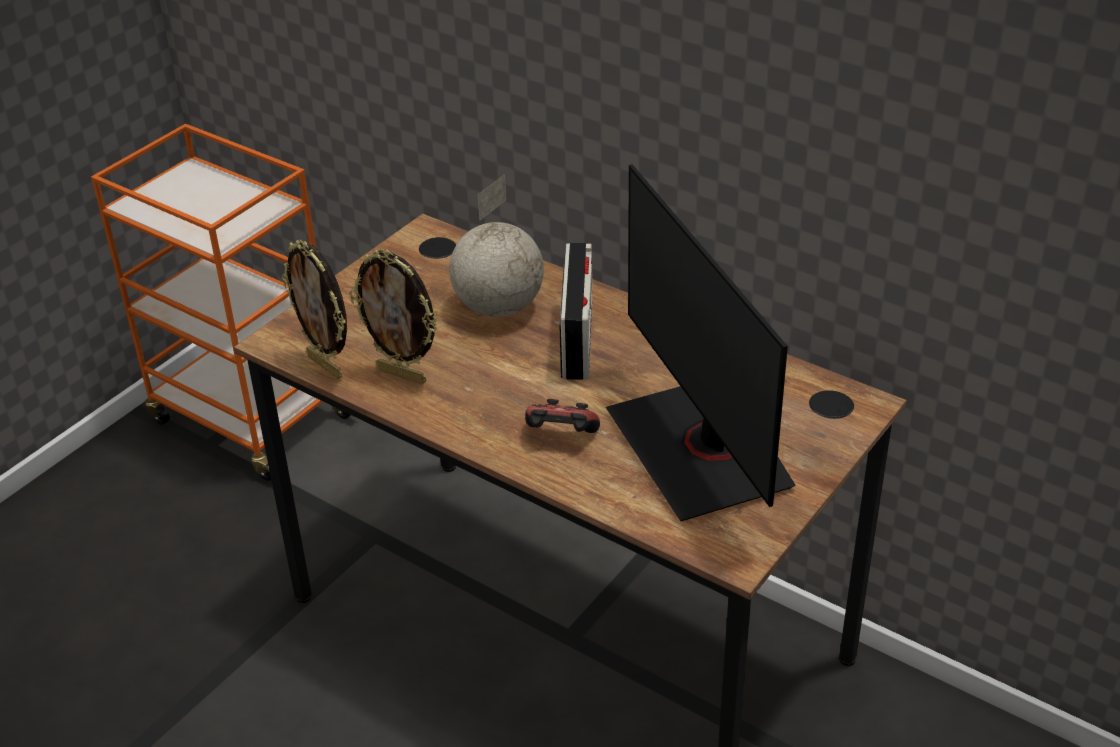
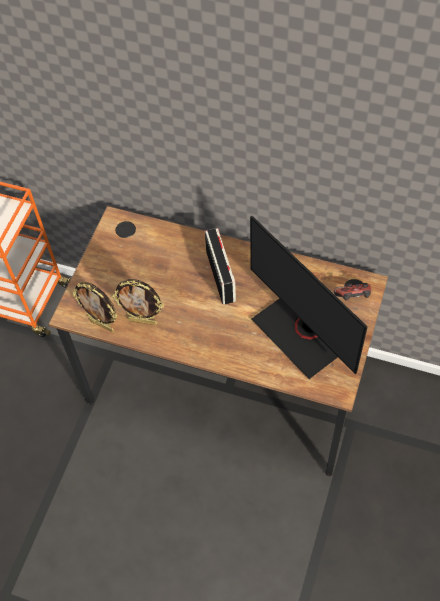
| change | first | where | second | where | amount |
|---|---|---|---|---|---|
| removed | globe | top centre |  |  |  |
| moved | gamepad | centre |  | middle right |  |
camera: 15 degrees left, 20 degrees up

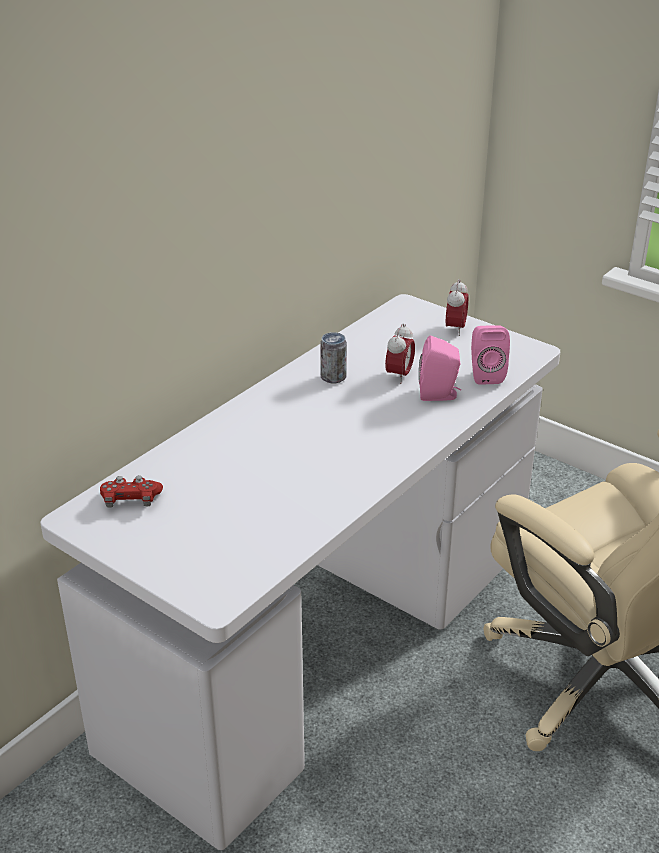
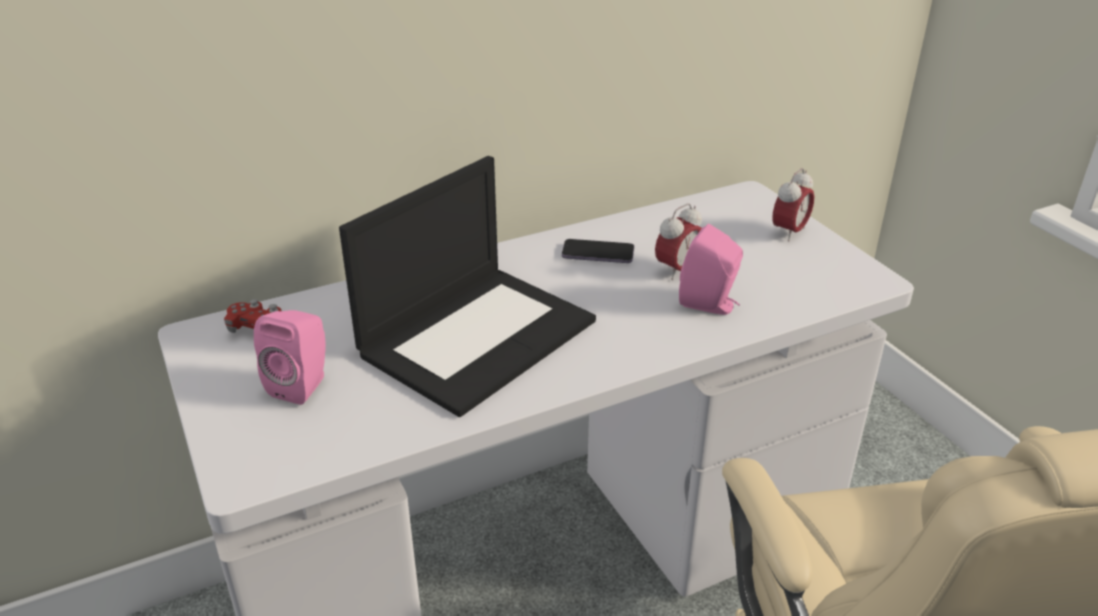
| change | first | where | second | where | amount |
|---|---|---|---|---|---|
| moved | pink audio speaker (2nd from left in the first image) | middle right | pink audio speaker (1st from left) | middle left |  |
| replaced | can | centre | phone | centre |  |
| added |  |  | laptop | centre |  |
camera: 25 degrees right, 0 degrees up

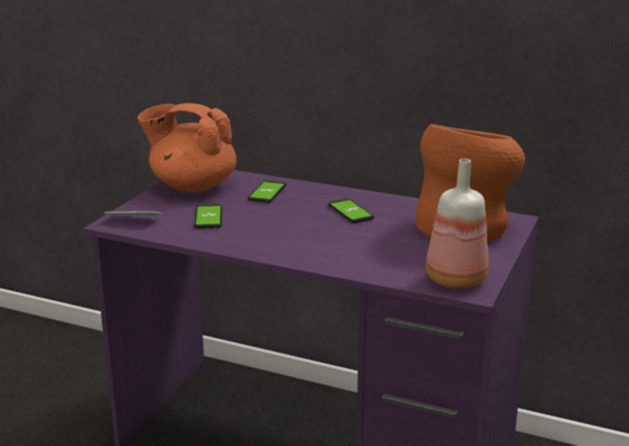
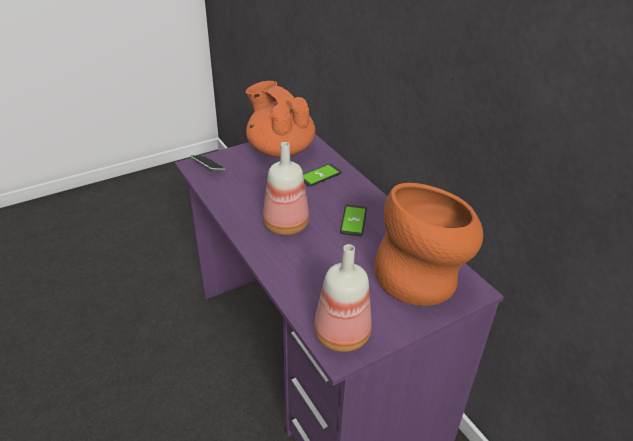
| change | first | where | second | where | amount |
|---|---|---|---|---|---|
| removed | phone (2nd from left) | middle left |  |  |  |
| added |  |  | bottle (1st from left) | centre |  |
camera: 35 degrees right, 15 degrees up

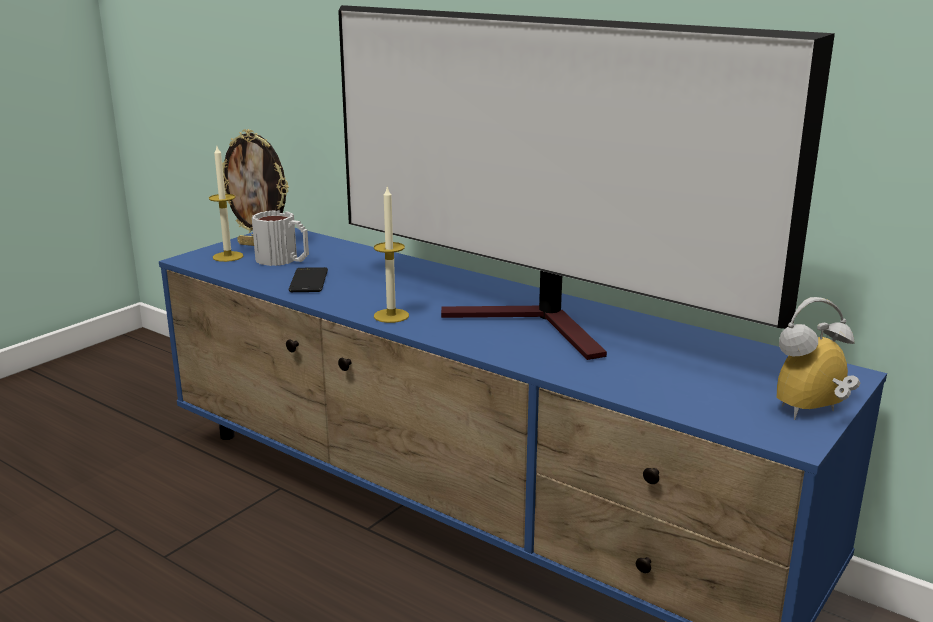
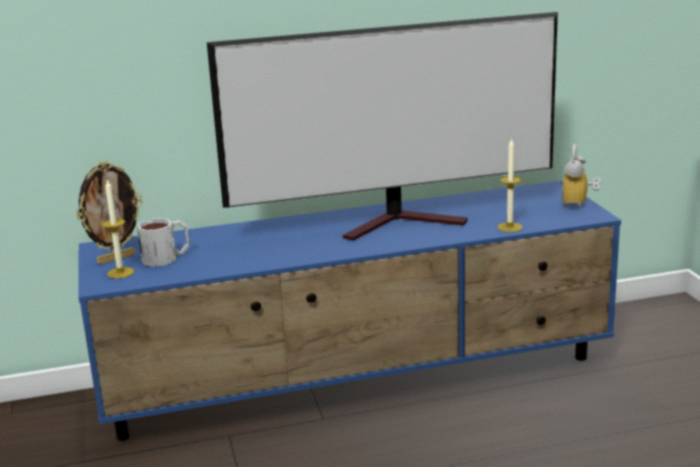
| change | first | where | second | where | amount |
|---|---|---|---|---|---|
| moved | wax light (2nd from left) | centre |  | middle right |  |
| removed | phone | middle left |  |  |  |
camera: 50 degrees left, 0 degrees up

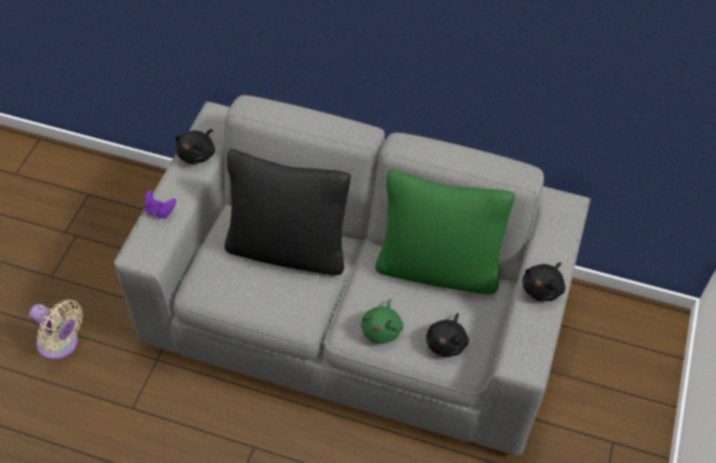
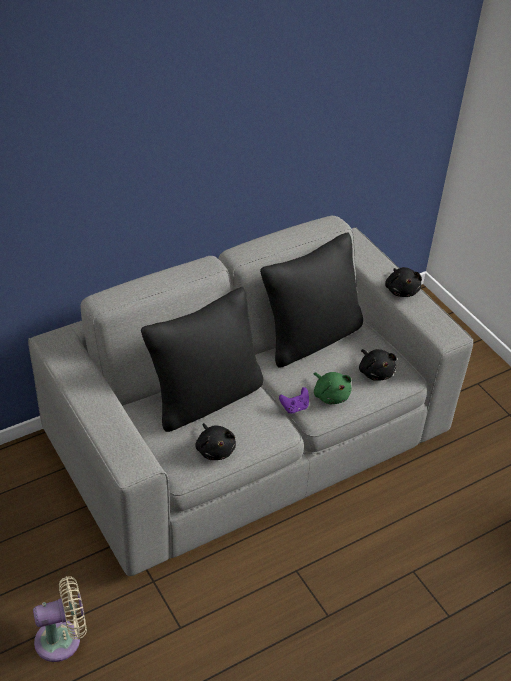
| change | first | where | second | where | amount |
|---|---|---|---|---|---|
| moved | blackish cuddly toy (1st from left) | top left |  | centre |  |
| recoloured | green throw pillow | centre | blackish throw pillow (2nd from left) | centre |  |
| moved | purple gamepad | middle left |  | centre |  |
camera: 50 degrees left, 10 degrees down

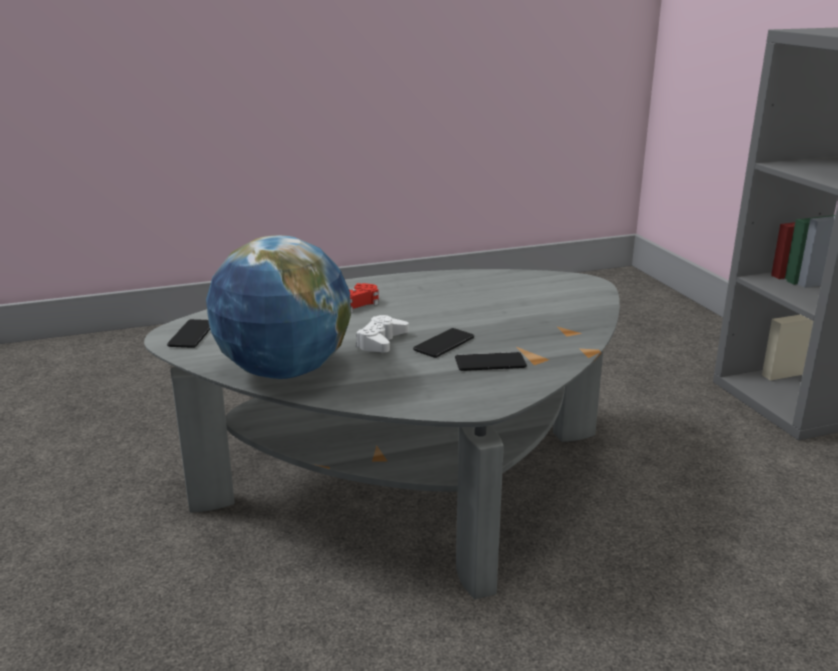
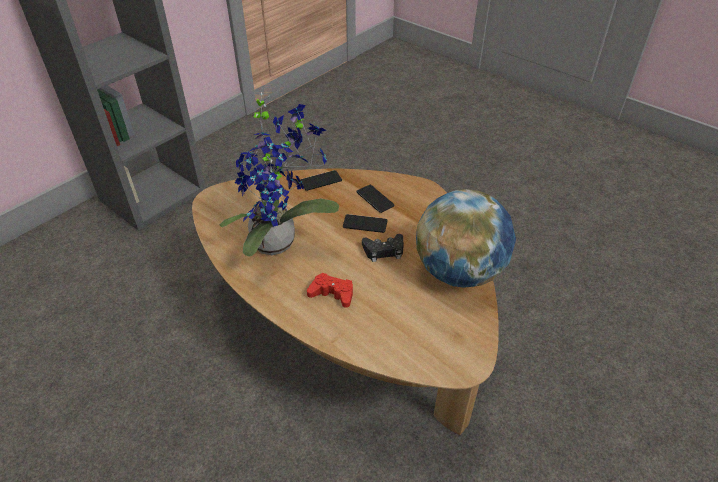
| change | first | where | second | where | amount |
|---|---|---|---|---|---|
| recoloured | gray coffee table | centre | brownish coffee table | centre |  |
| recoloured | whitish gamepad | centre | blackish gamepad | centre |  |
| moved | phone (1st from left) | middle left |  | centre |  |
| added |  |  | potted plant | centre |  |
camera: 120 degrees left, 20 degrees up

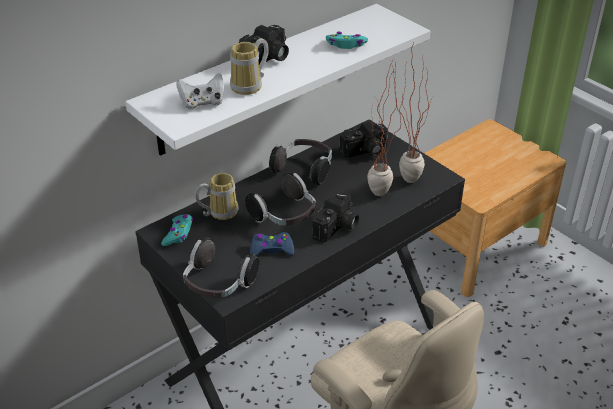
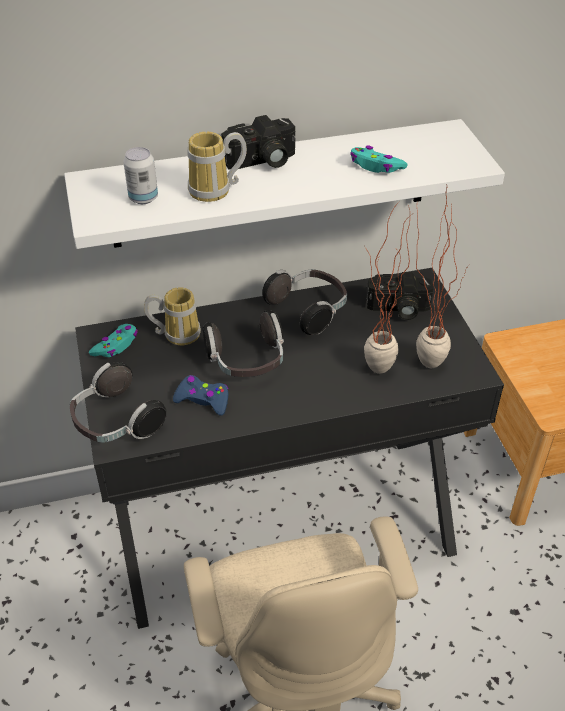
| change | first | where | second | where | amount |
|---|---|---|---|---|---|
| replaced | whitish gamepad | top left | can | top left |  |
| removed | photo camera (2nd from left) | centre |  |  |  |
camera: 25 degrees right, 5 degrees up

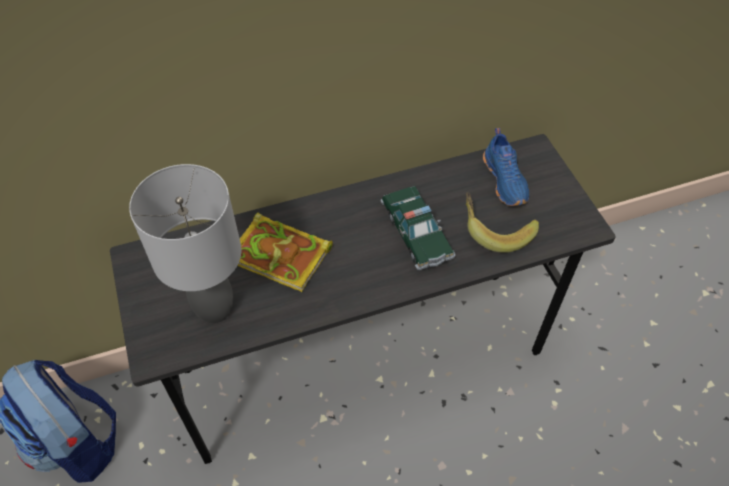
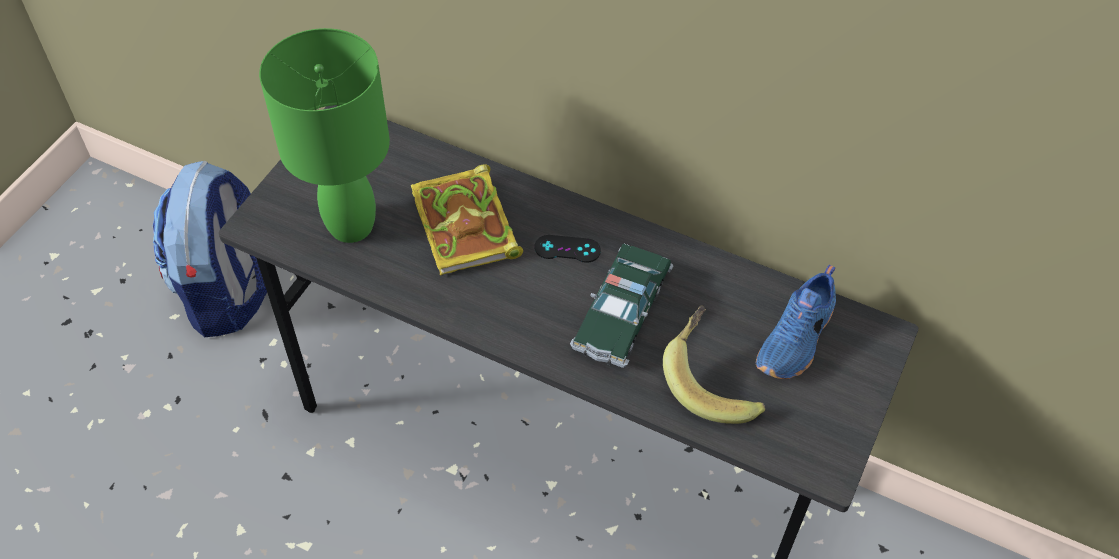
| change | first | where | second | where | amount |
|---|---|---|---|---|---|
| recoloured | gray tabletop lamp | middle left | green tabletop lamp | top left |  |
| added |  |  | blackish gamepad | centre |  |
camera: 45 degrees right, 0 degrees up

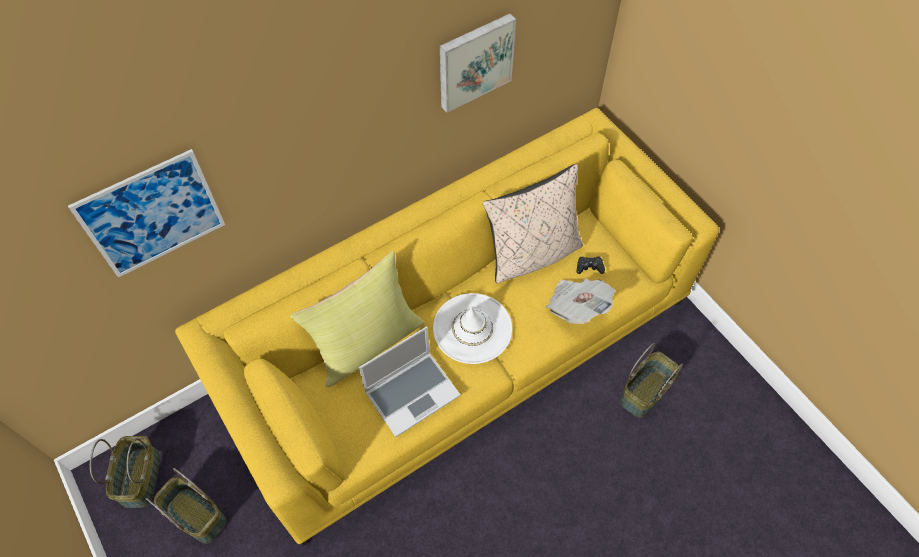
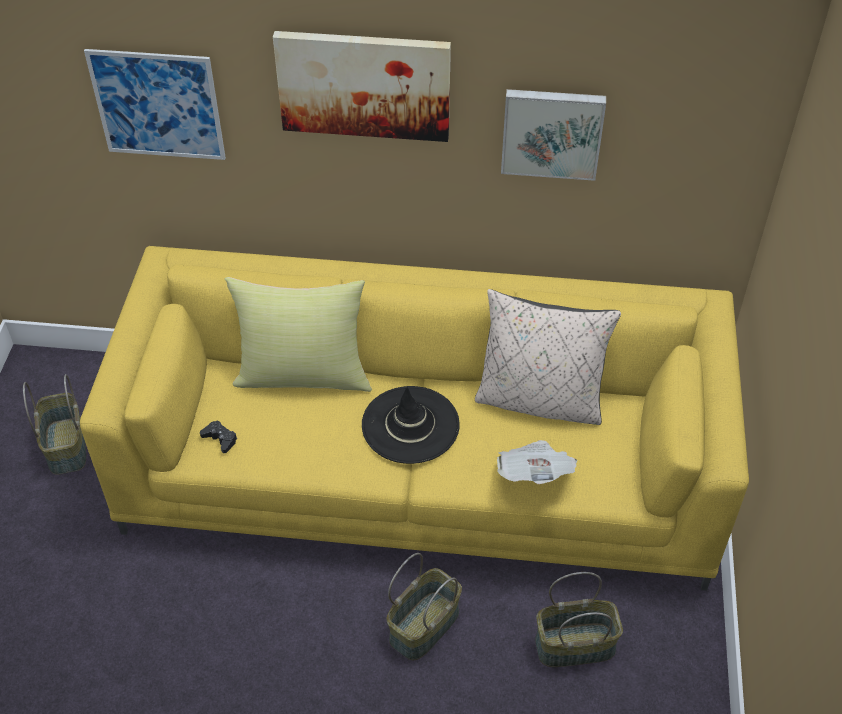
| change | first | where | second | where | amount |
|---|---|---|---|---|---|
| moved | blackish gamepad | centre |  | middle left |  |
| recoloured | whitish hat | centre | blackish hat | centre |  |
| removed | laptop | bottom centre |  |  |  |
| moved | storage basket (1st from left in the first image) | bottom left | storage basket (2nd from left) | bottom centre |  |
| added |  |  | wall art (2nd from left) | top centre |  |
camera: 40 degrees right, 10 degrees down

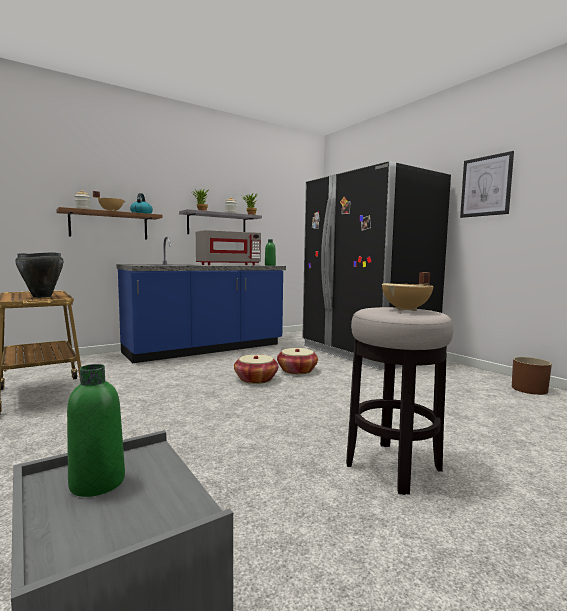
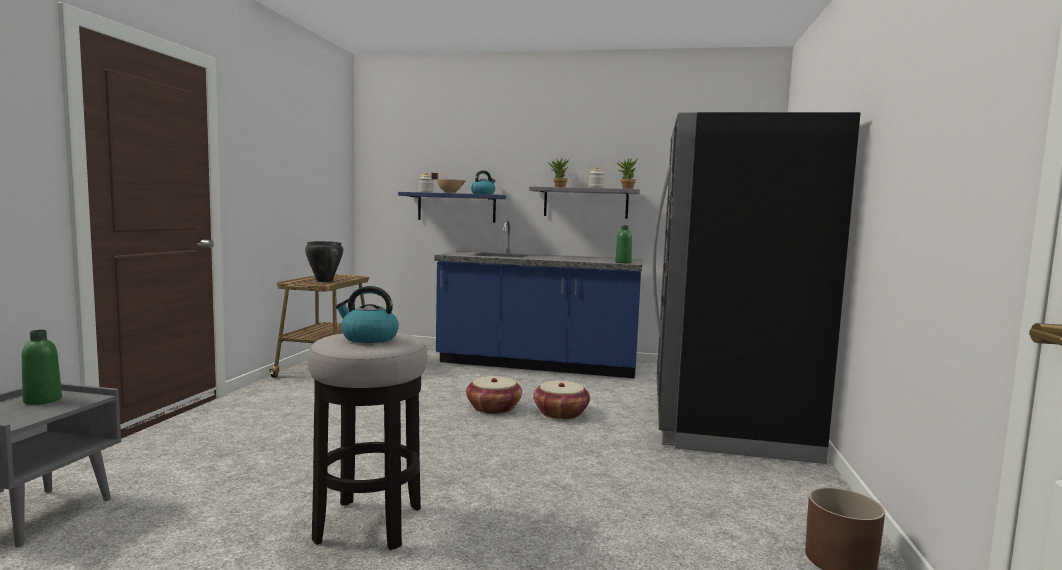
| change | first | where | second | where | amount |
|---|---|---|---|---|---|
| removed | wall art | top right |  |  |  |
| recoloured | brownish wall shelf | middle left | blue-coloured wall shelf | centre |  |
| removed | gray microwave oven | centre |  |  |  |
| replaced | beige-coloured cooking pot (2nd from left) | middle right | tea kettle (1st from left) | centre |  |
camera: 45 degrees right, 0 degrees up

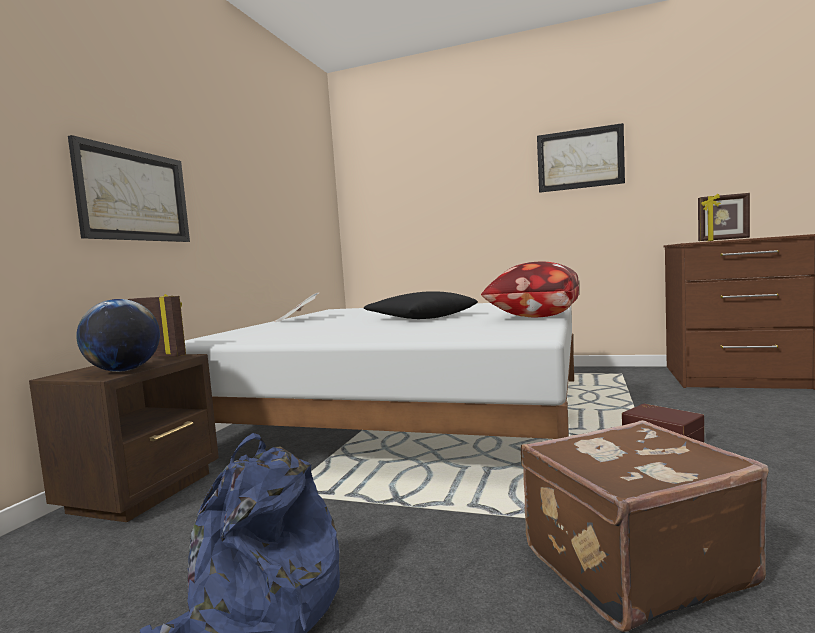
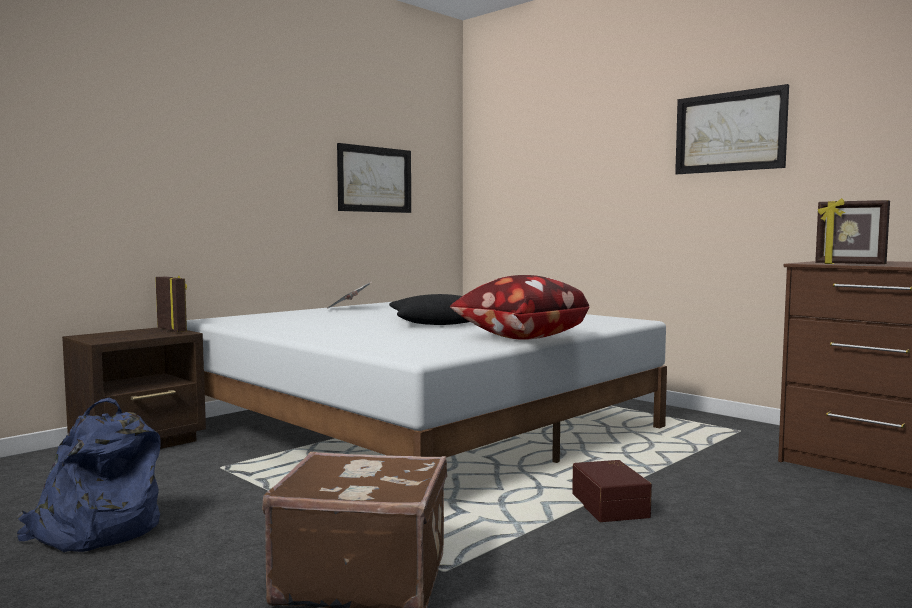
| change | first | where | second | where | amount |
|---|---|---|---|---|---|
| moved | wall art (1st from left) | top left |  | top centre |  |
| removed | globe | middle left |  |  |  |
camera: 25 degrees right, 0 degrees up

